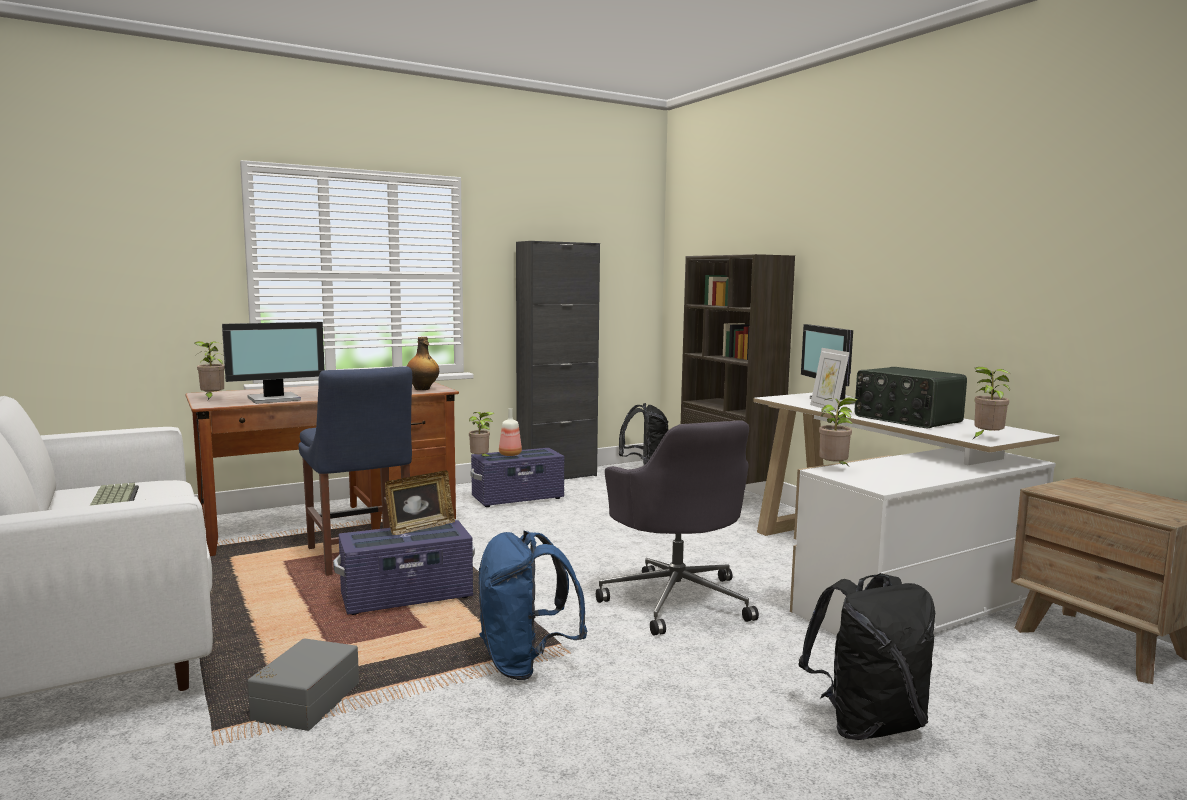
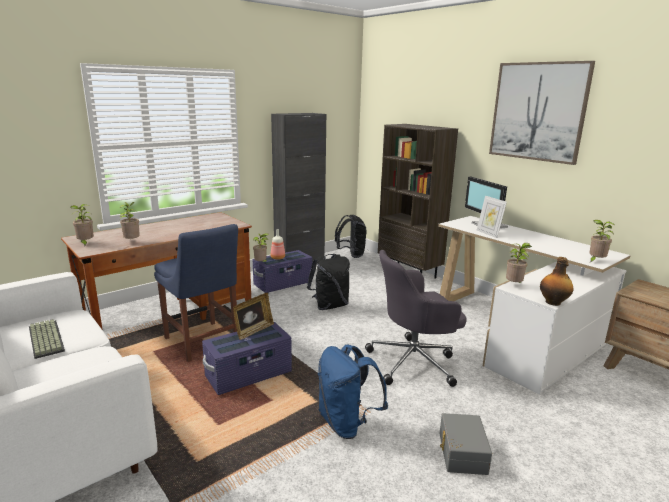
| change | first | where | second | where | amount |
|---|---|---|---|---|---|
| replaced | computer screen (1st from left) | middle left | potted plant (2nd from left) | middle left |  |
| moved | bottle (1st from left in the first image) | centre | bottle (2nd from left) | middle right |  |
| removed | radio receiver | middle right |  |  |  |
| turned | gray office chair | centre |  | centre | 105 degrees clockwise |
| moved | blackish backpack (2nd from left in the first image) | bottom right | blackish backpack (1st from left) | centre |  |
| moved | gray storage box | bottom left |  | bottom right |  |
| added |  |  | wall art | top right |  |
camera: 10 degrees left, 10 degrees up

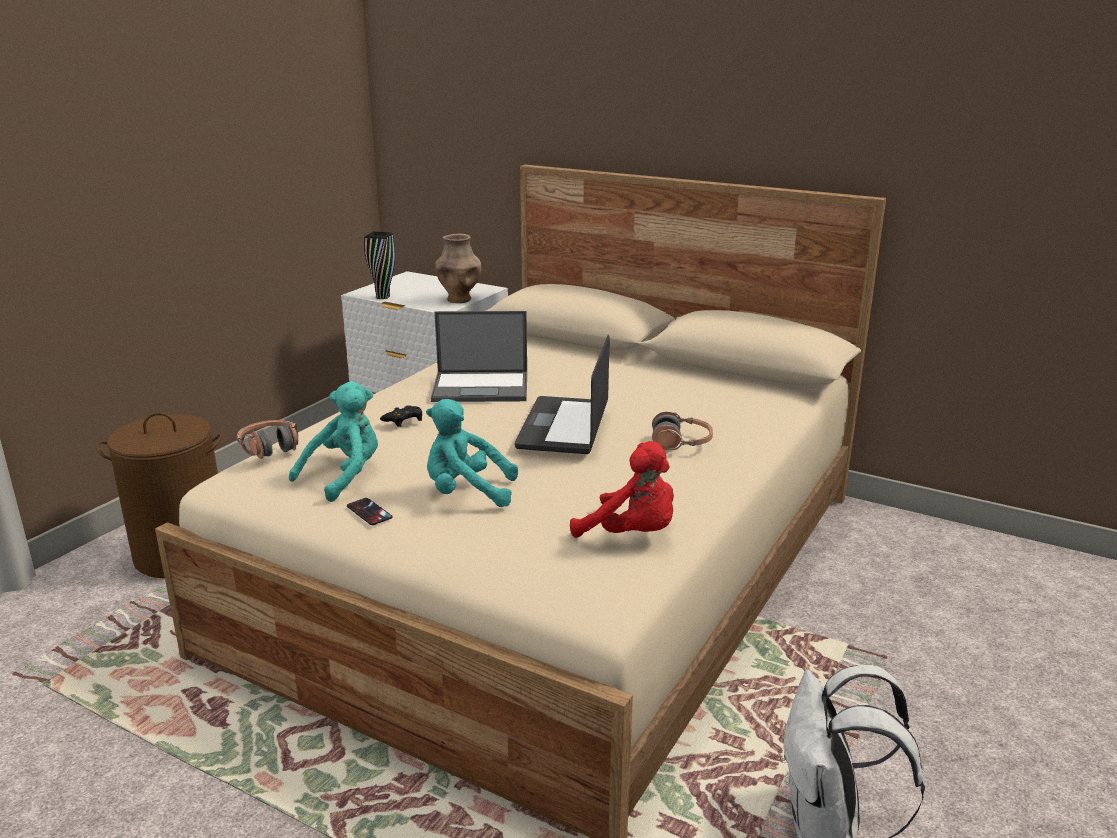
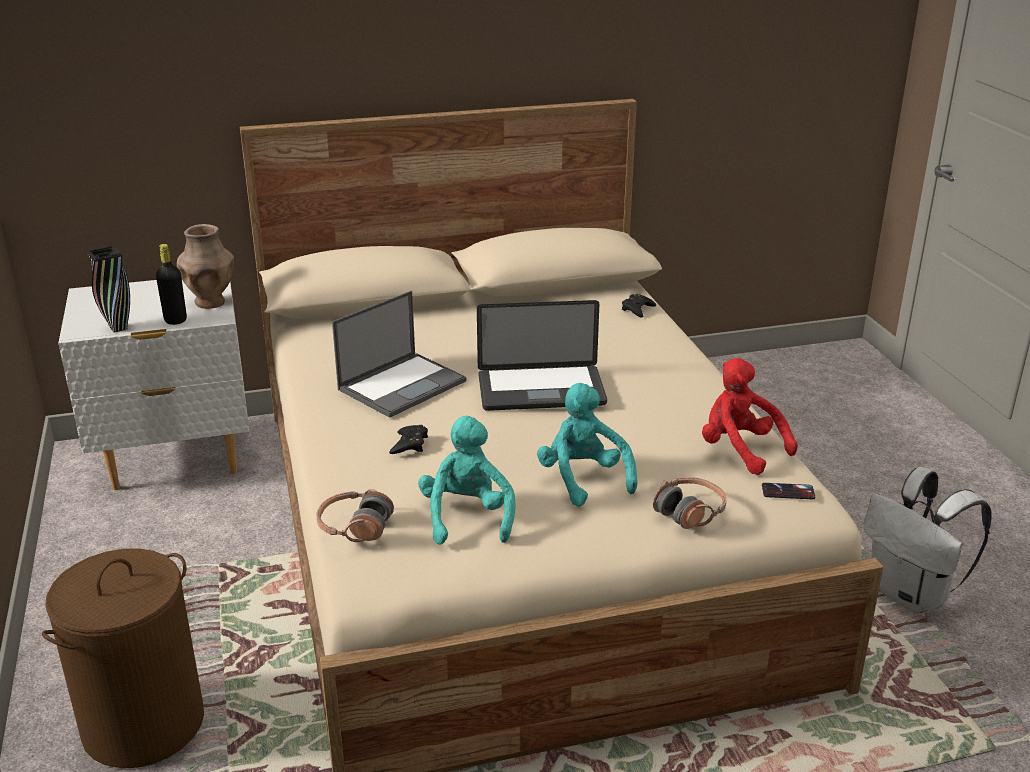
| change | first | where | second | where | amount |
|---|---|---|---|---|---|
| turned | laptop (2nd from left) | centre |  | centre | 60 degrees counterclockwise |
| turned | blue-green cuddly toy (2nd from left) | centre |  | centre | 105 degrees clockwise |
| moved | pair of headphones (2nd from left) | centre |  | middle right |  |
| turned | red cuddly toy | centre |  | middle right | 120 degrees counterclockwise |
| moved | phone | middle left |  | middle right |  |
| added |  |  | blackish bottle | middle left |  |
| added |  |  | blackish gamepad (2nd from left) | centre |  |
camera: 45 degrees left, 5 degrees up

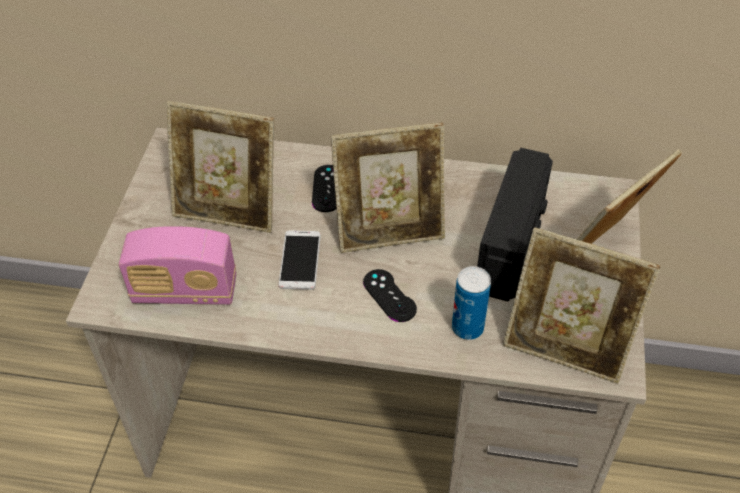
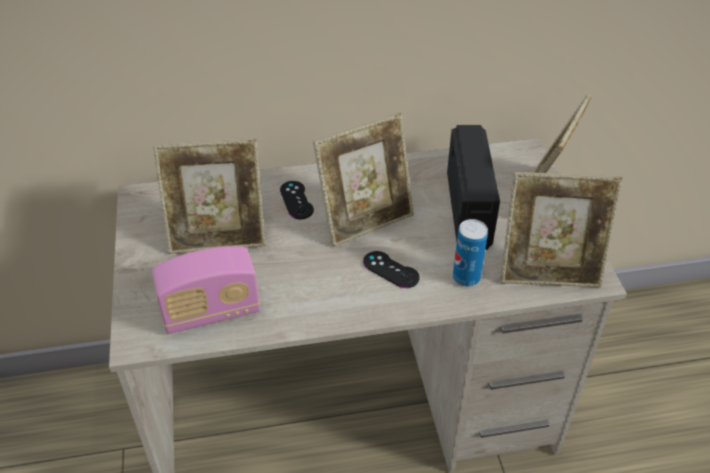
| change | first | where | second | where | amount |
|---|---|---|---|---|---|
| removed | phone | centre |  |  |  |
camera: 20 degrees left, 5 degrees down

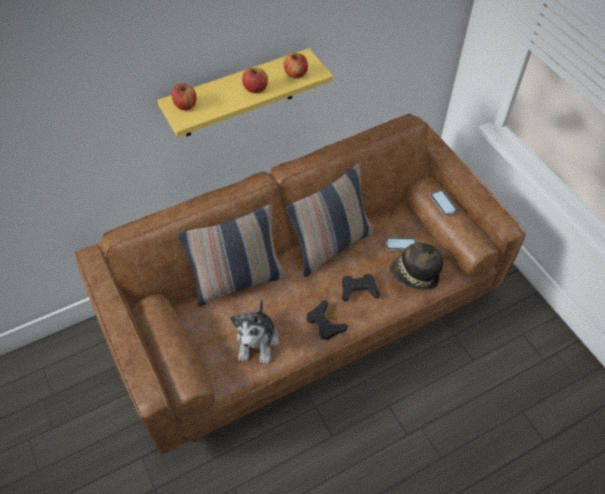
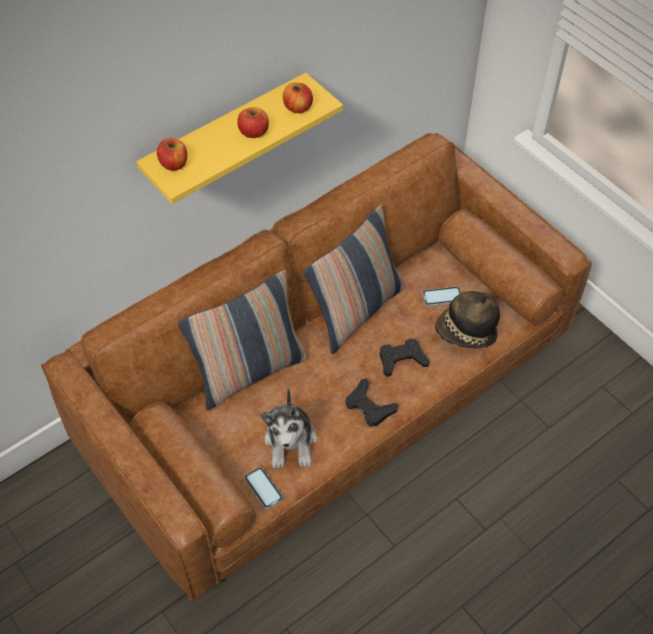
| change | first | where | second | where | amount |
|---|---|---|---|---|---|
| moved | phone (2nd from left in the first image) | middle right | phone (1st from left) | bottom centre |  |
camera: 10 degrees left, 0 degrees up

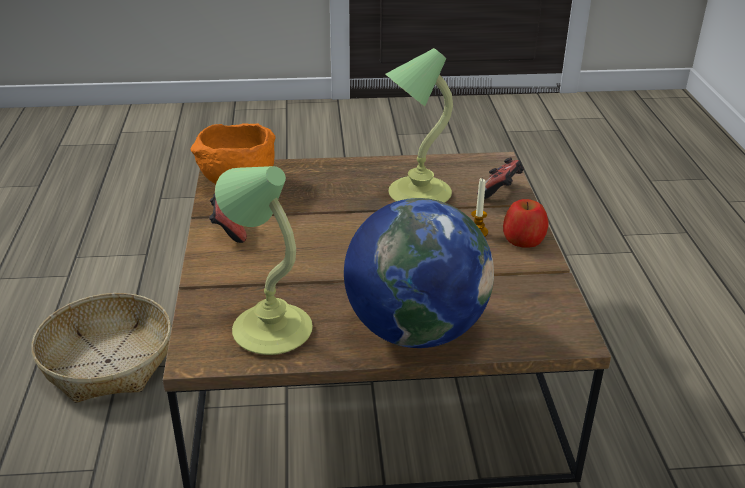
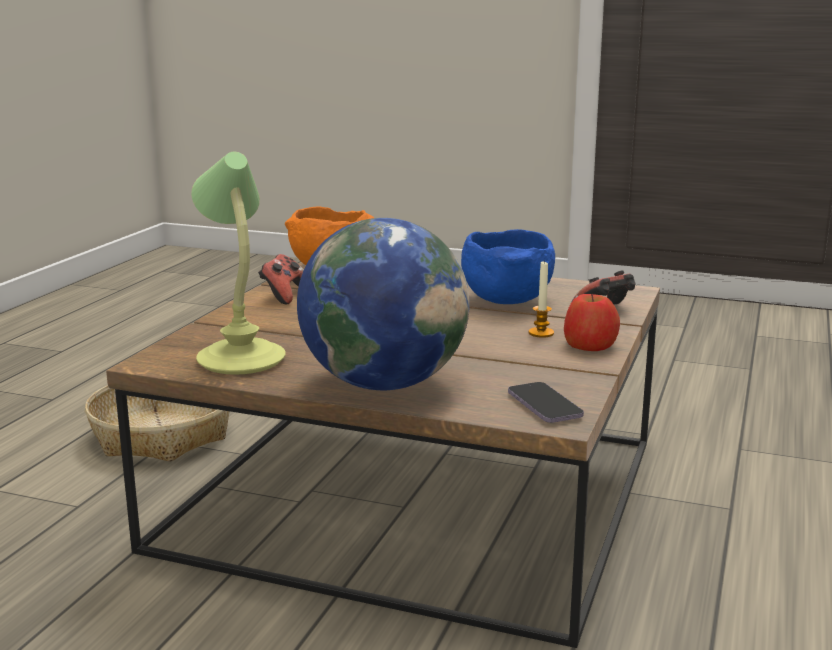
| change | first | where | second | where | amount |
|---|---|---|---|---|---|
| replaced | tabletop lamp (2nd from left) | top centre | blue-coloured bowl | centre |  |
| added |  |  | phone | centre |  |
camera: 25 degrees right, 15 degrees down

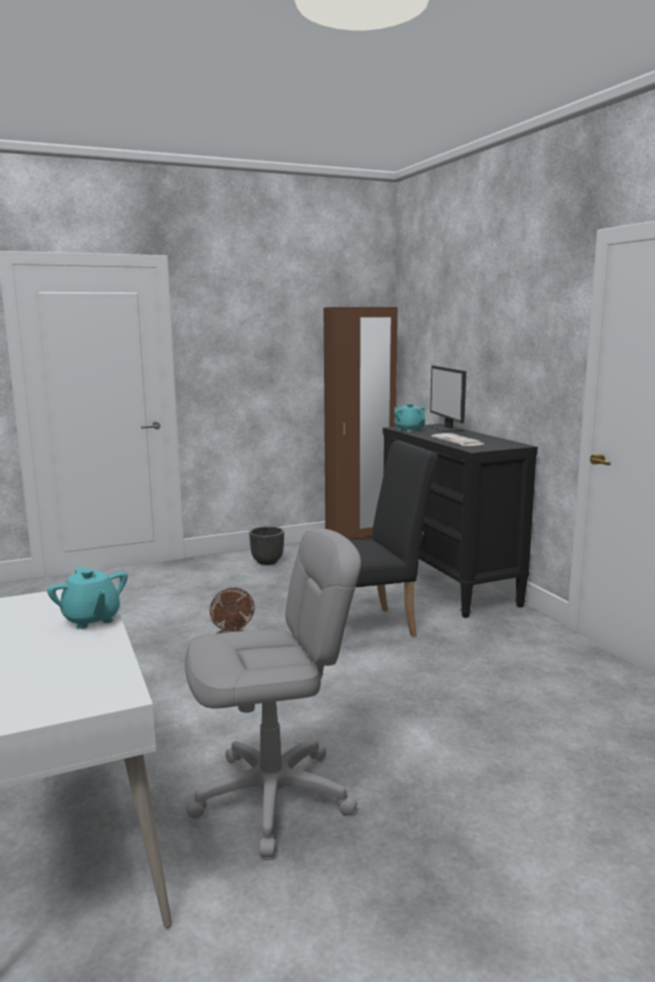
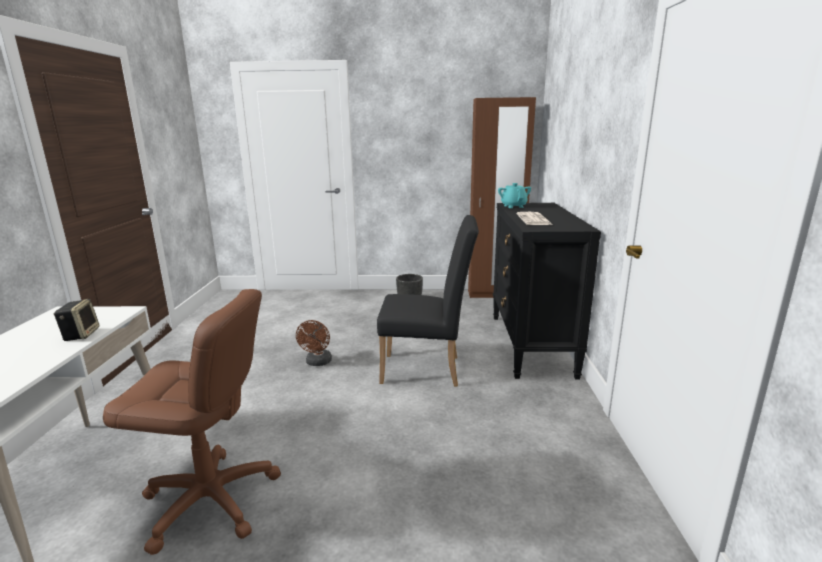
| change | first | where | second | where | amount |
|---|---|---|---|---|---|
| removed | computer screen | middle right |  |  |  |
| recoloured | gray office chair | bottom centre | brownish office chair | bottom left |  |
| replaced | blue-green pot for tea (1st from left) | middle left | audio speaker | middle left |  |
camera: 25 degrees right, 5 degrees up

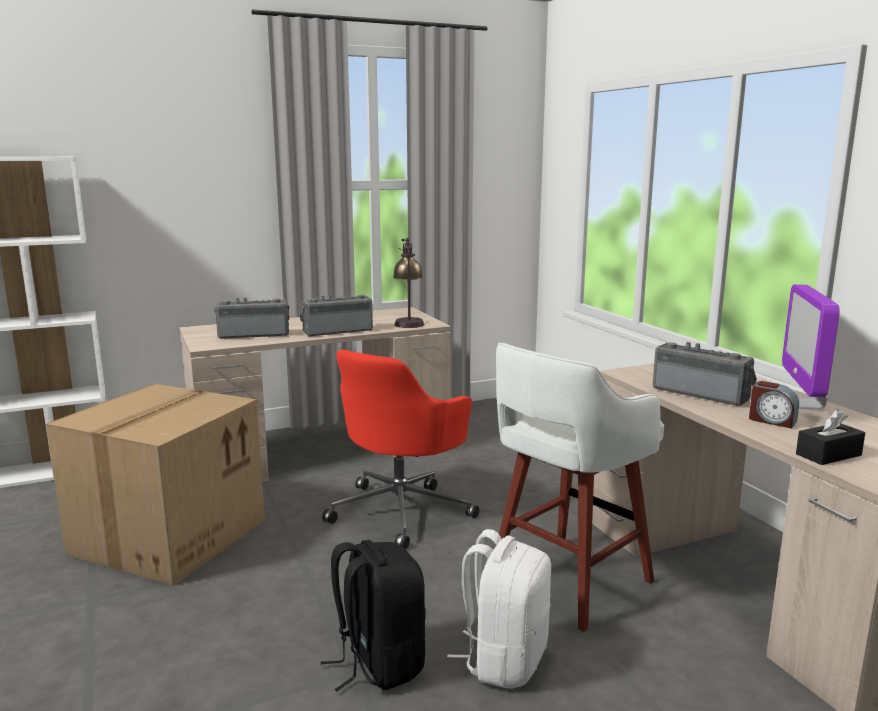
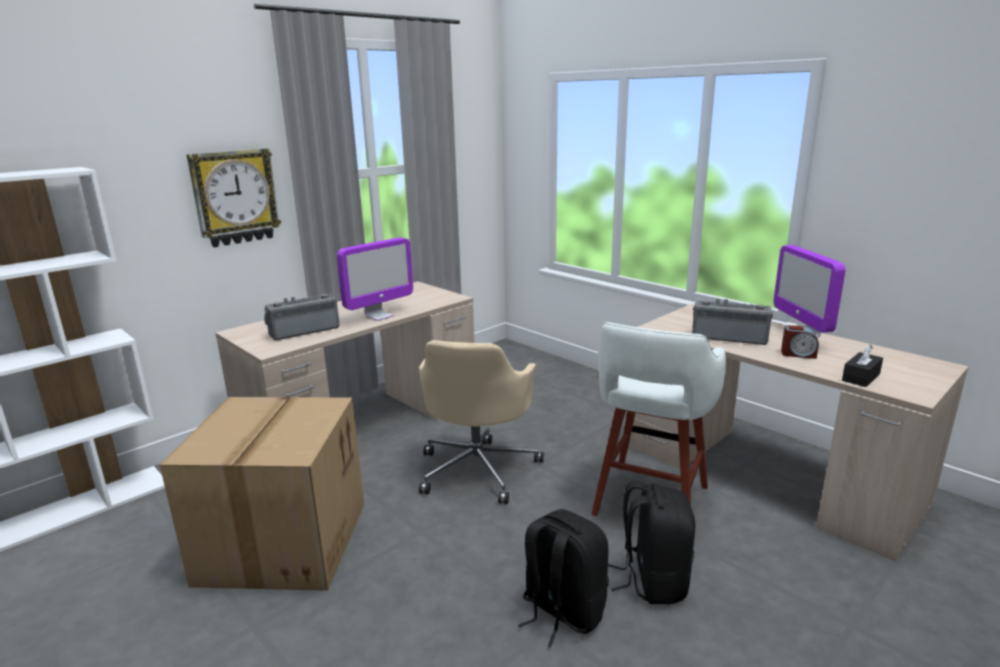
| change | first | where | second | where | amount |
|---|---|---|---|---|---|
| removed | tabletop lamp | centre |  |  |  |
| replaced | radio receiver (2nd from left) | centre | computer screen (1st from left) | centre |  |
| recoloured | red office chair | centre | beige-coloured office chair | centre |  |
| recoloured | whitish backpack | bottom centre | blackish backpack (2nd from left) | bottom centre |  |
| added |  |  | wall clock | top left |  |
camera: 20 degrees left, 5 degrees up

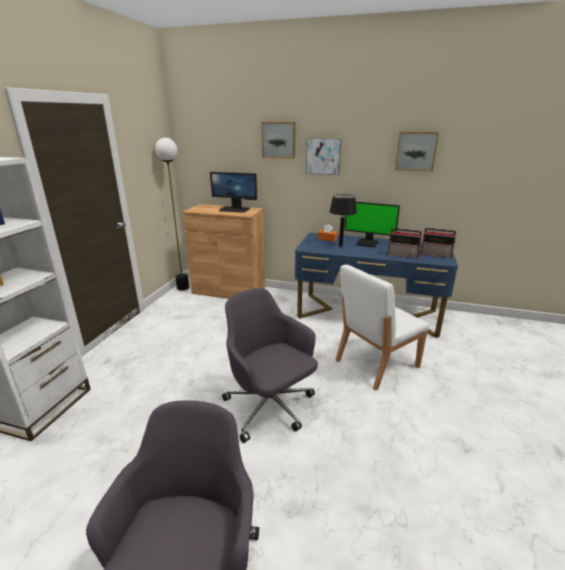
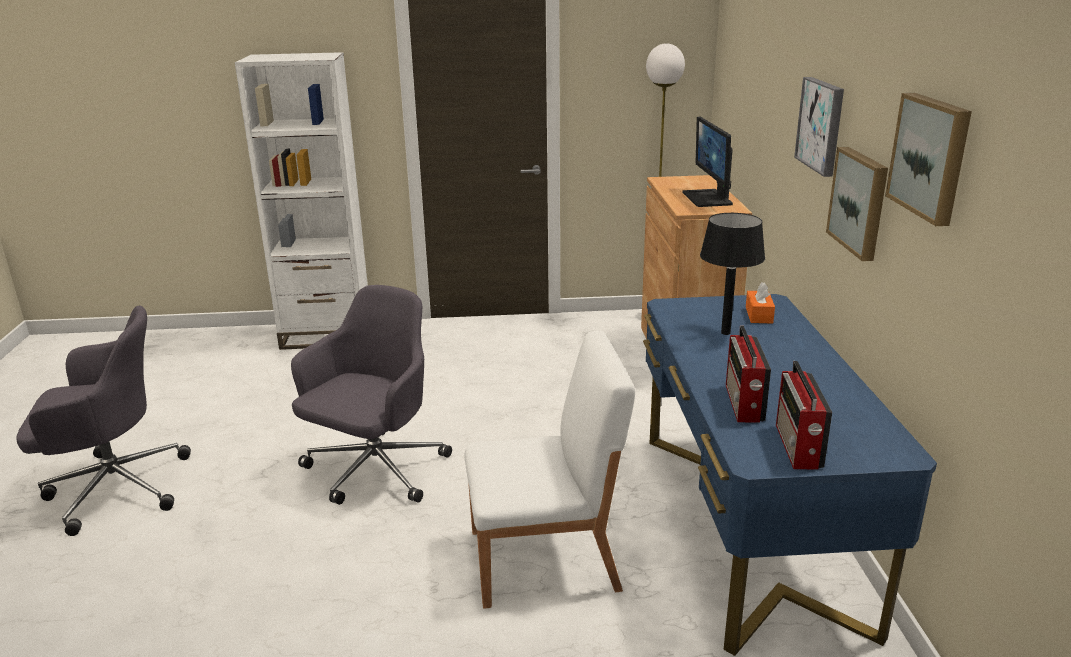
| change | first | where | second | where | amount |
|---|---|---|---|---|---|
| moved | wall art (1st from left in the first image) | top centre | wall art (2nd from left) | top right |  |
| removed | computer screen (2nd from left) | centre |  |  |  |
| turned | whitish plain chair | middle right |  | bottom centre | 135 degrees clockwise |
camera: 70 degrees right, 0 degrees up

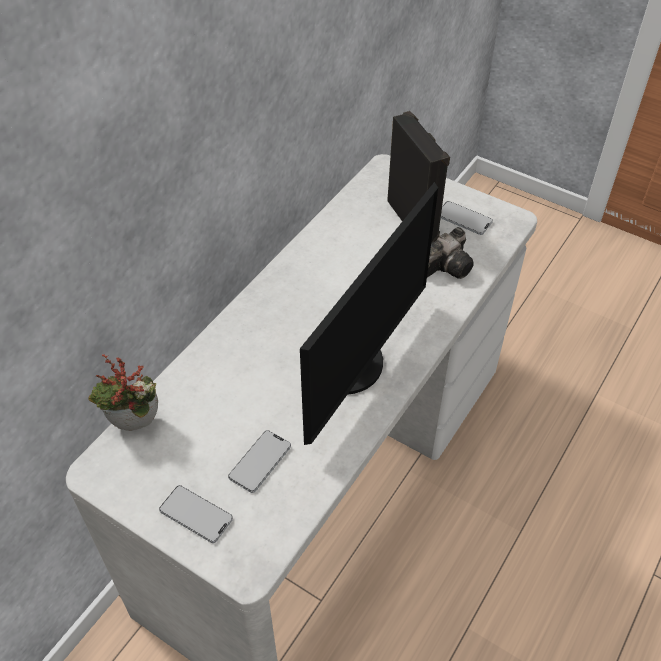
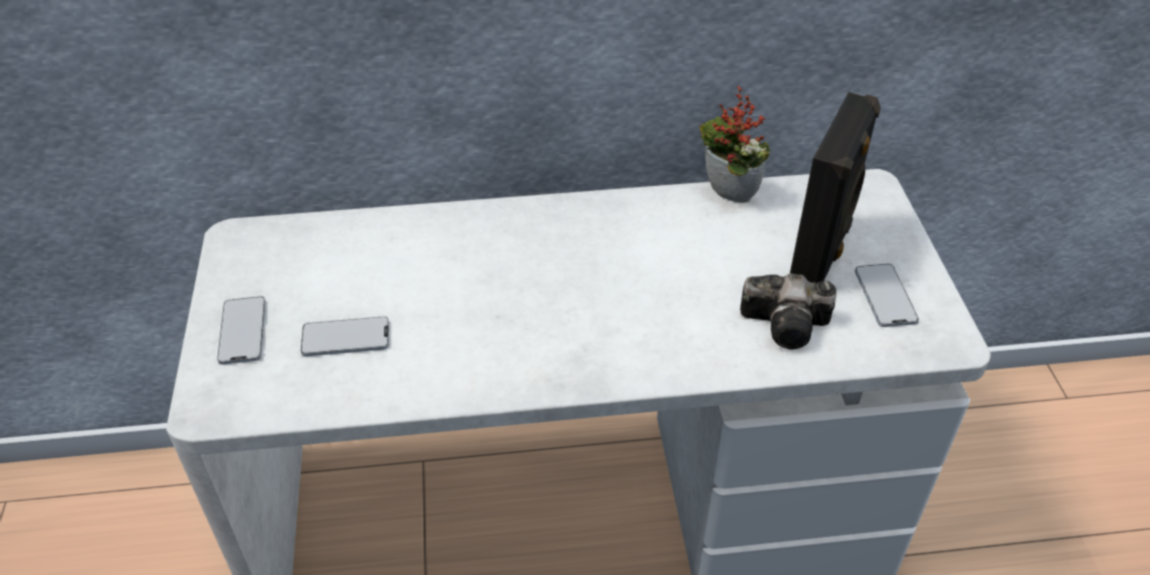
| change | first | where | second | where | amount |
|---|---|---|---|---|---|
| removed | computer screen | centre |  |  |  |
| moved | potted plant | middle left |  | top centre |  |
camera: 50 degrees right, 5 degrees down

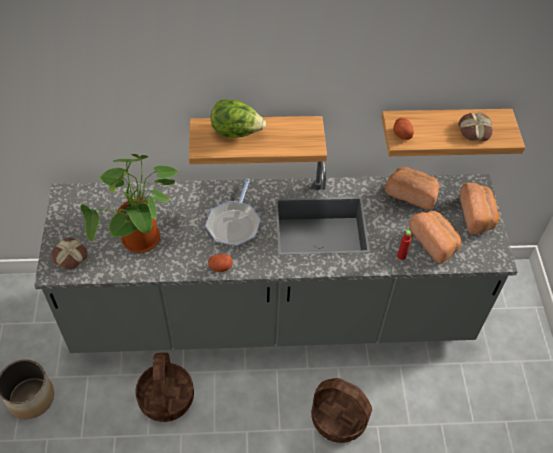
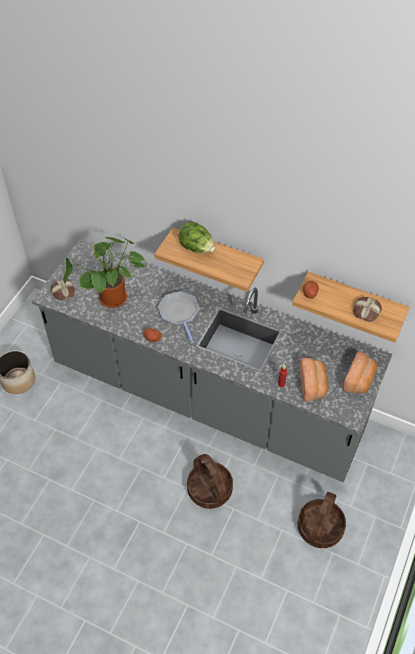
| change | first | where | second | where | amount |
|---|---|---|---|---|---|
| removed | baked bread (2nd from left) | middle right |  |  |  |
| turned | skillet | centre |  | centre | 120 degrees clockwise |
| moved | storage basket (1st from left in the first image) | bottom left | storage basket (2nd from left) | bottom right |  |
camera: 30 degrees right, 0 degrees up

